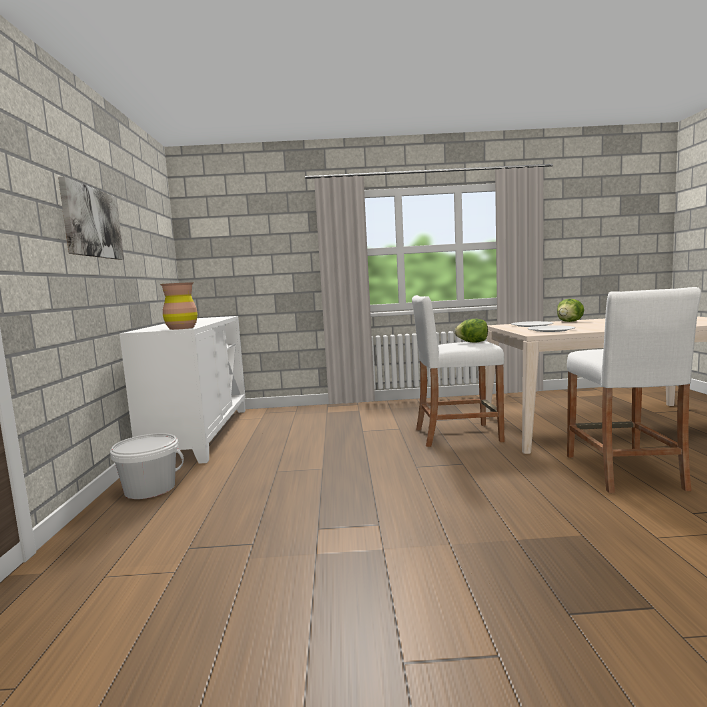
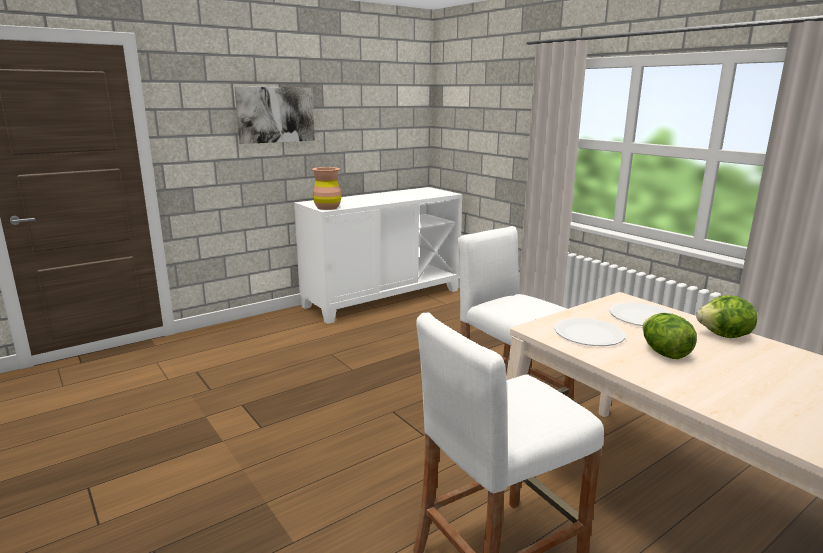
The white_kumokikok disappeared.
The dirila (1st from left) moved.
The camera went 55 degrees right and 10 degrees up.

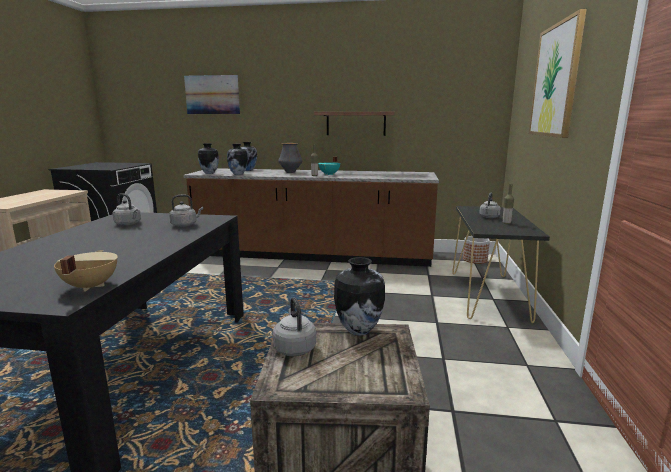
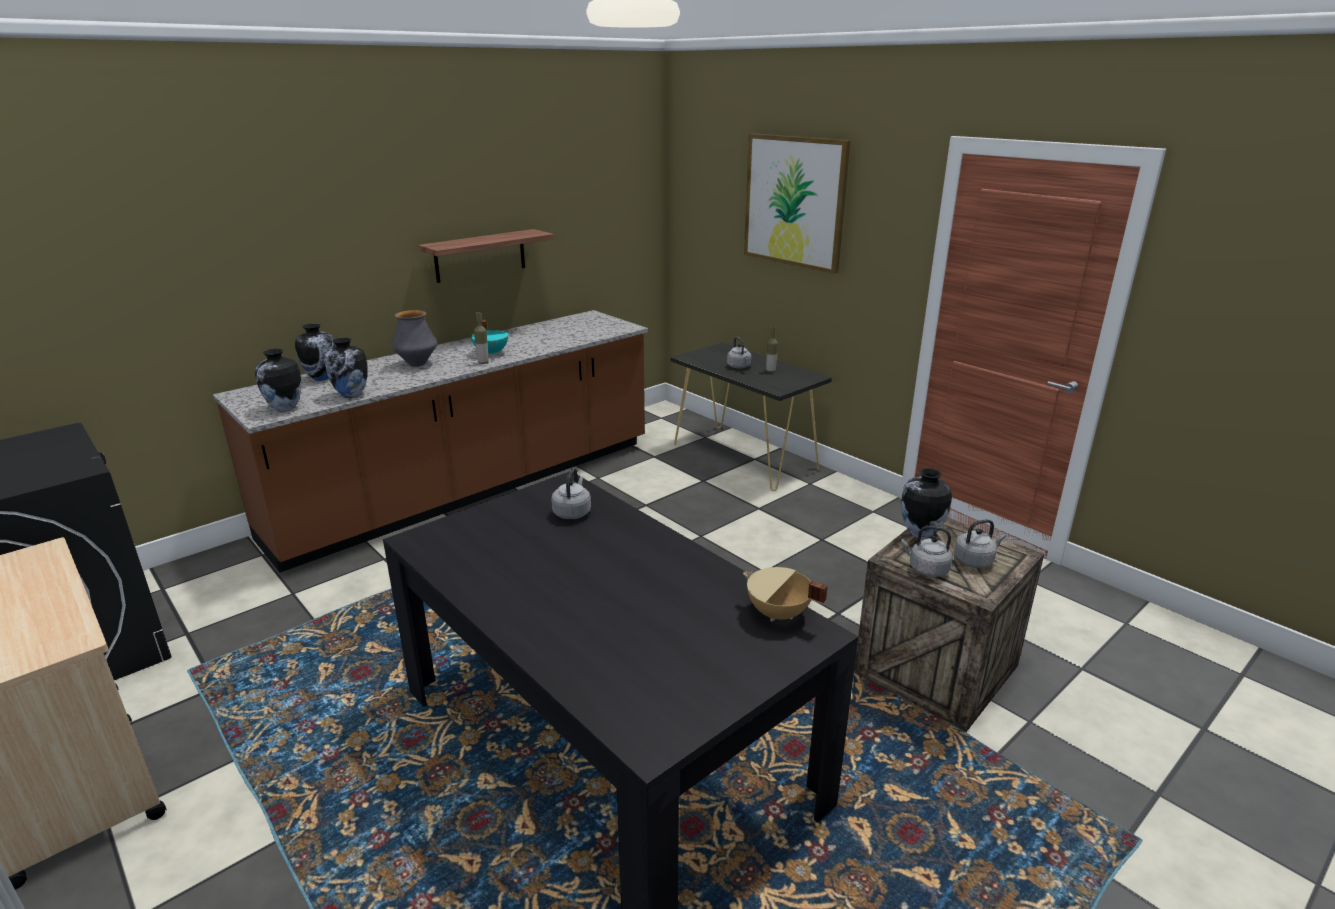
The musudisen (1st from left) disappeared.
The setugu disappeared.
The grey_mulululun (1st from left in the first image) moved.
The camera went 50 degrees left and 10 degrees up.

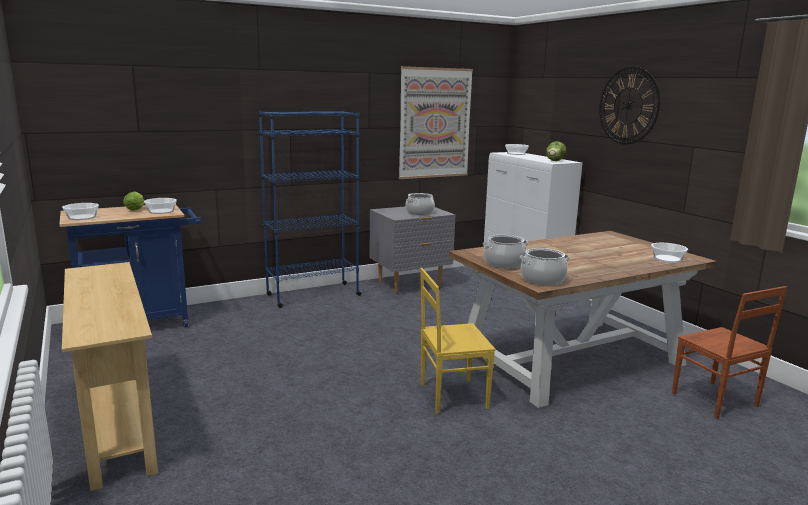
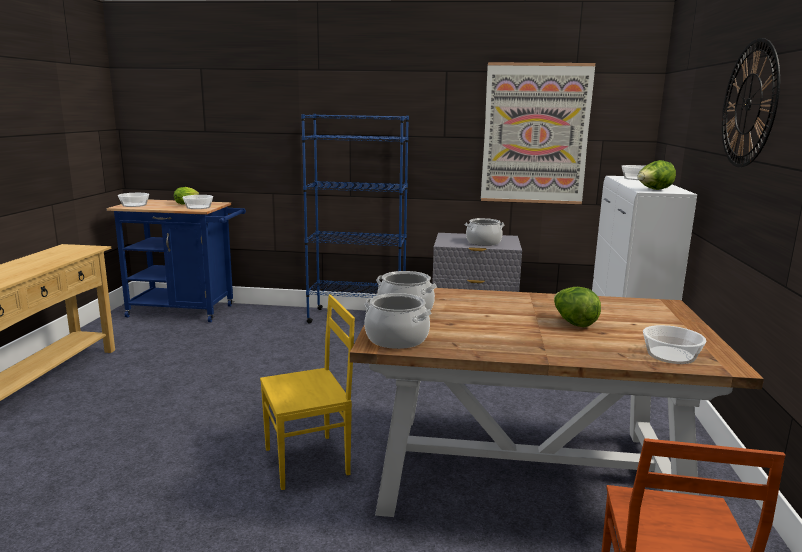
The dirila (2nd from left) appeared.
The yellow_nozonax turned 135 degrees clockwise.
The camera went 35 degrees right and 0 degrees up.

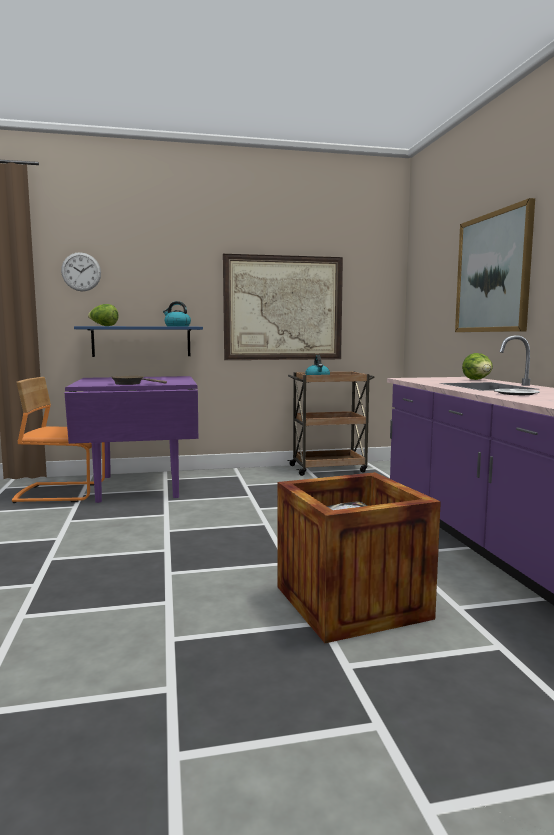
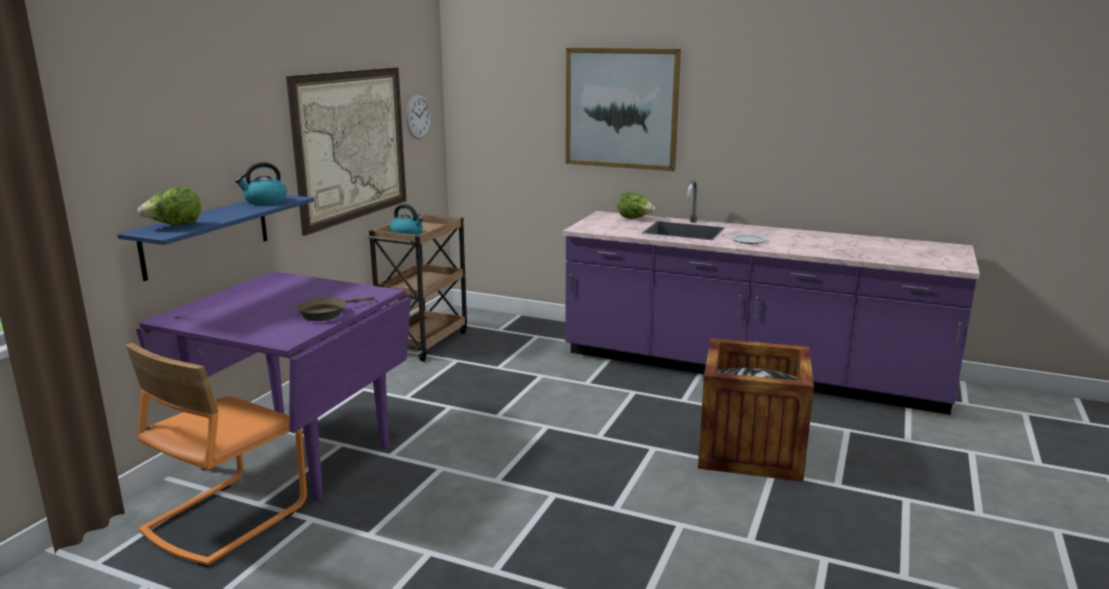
The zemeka moved.
The camera went 55 degrees left and 10 degrees up.

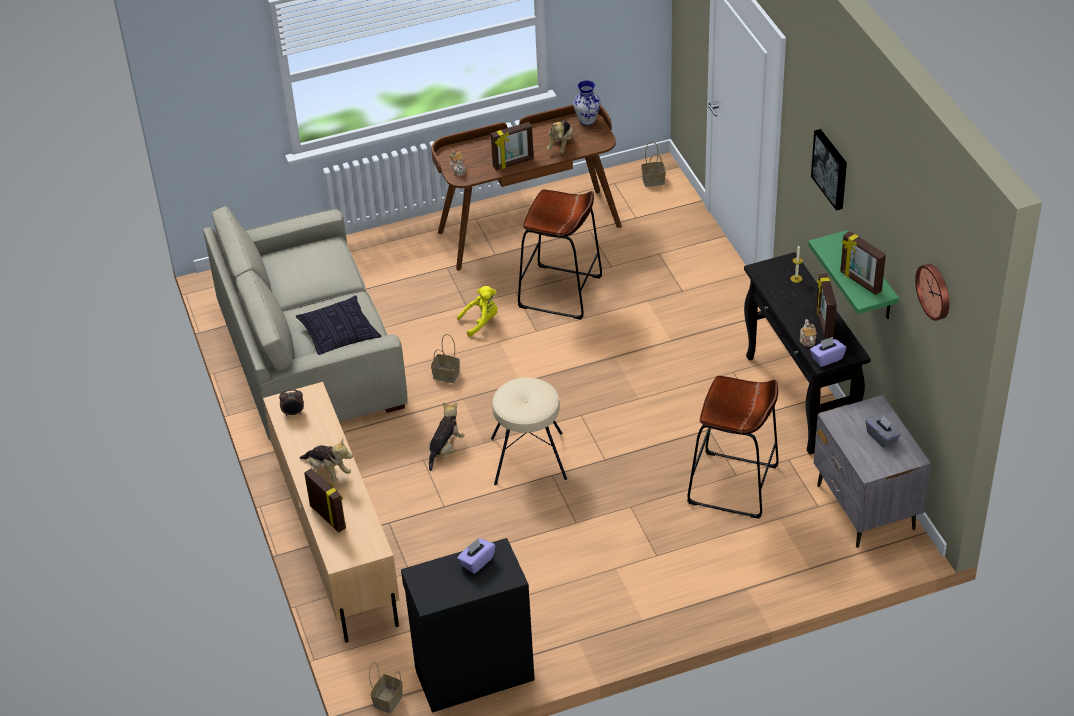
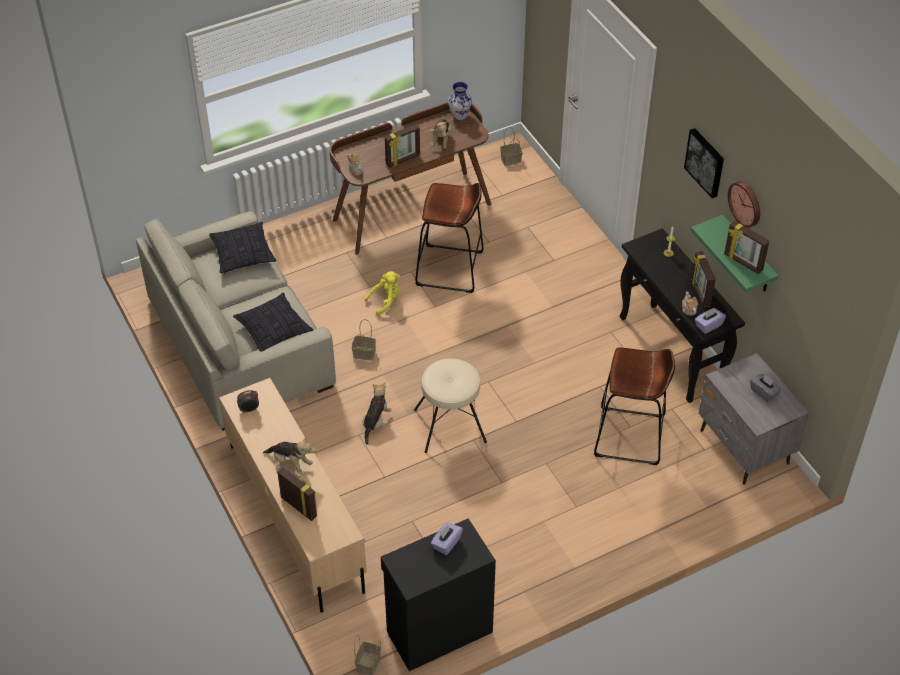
The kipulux (1st from left) appeared.
The zemeka moved.
The camera went 10 degrees left and 5 degrees up.

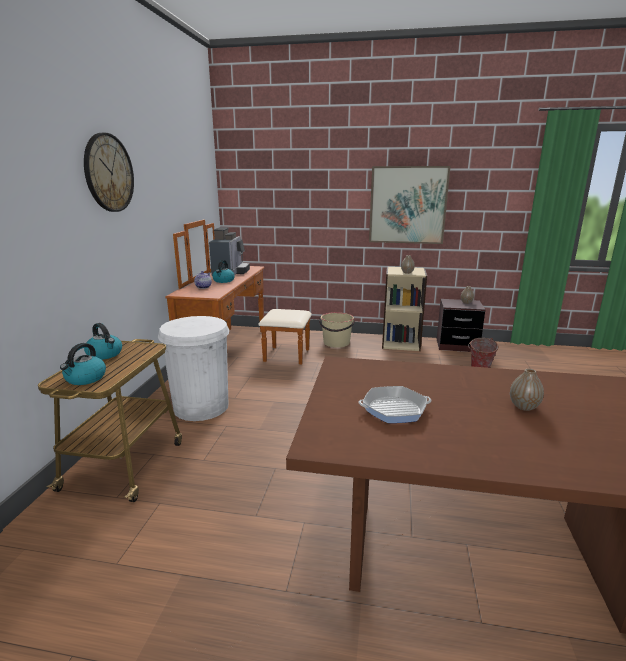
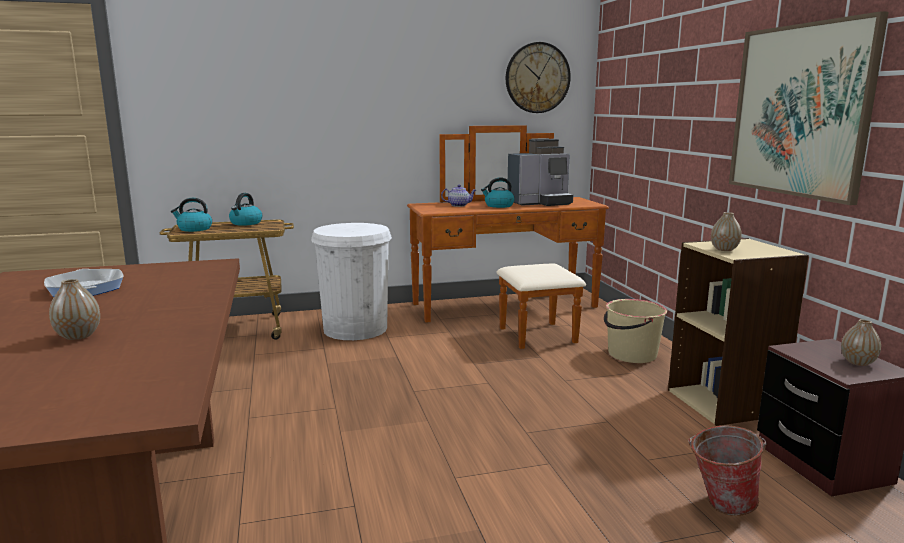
The zemeka moved.
The camera went 65 degrees right and 5 degrees down.

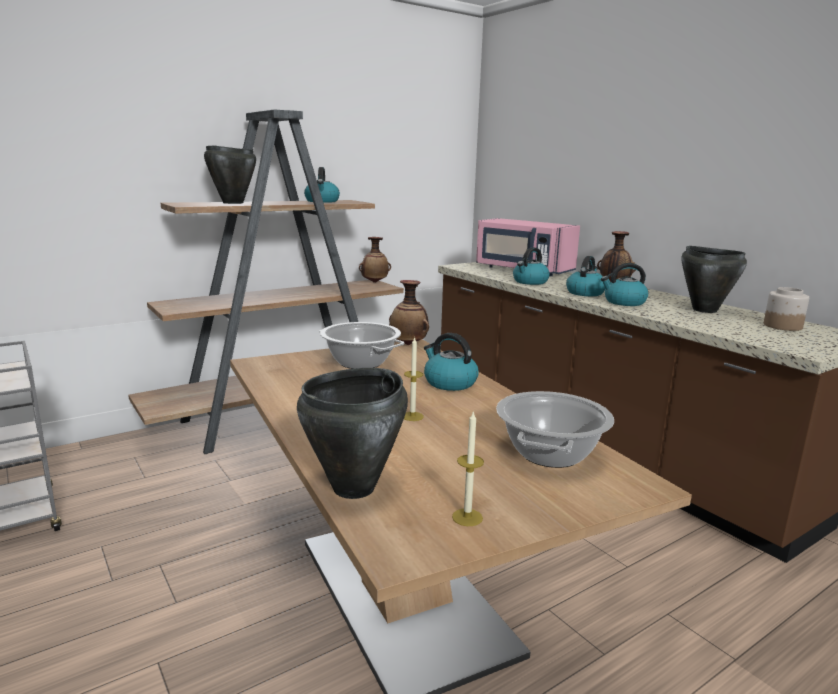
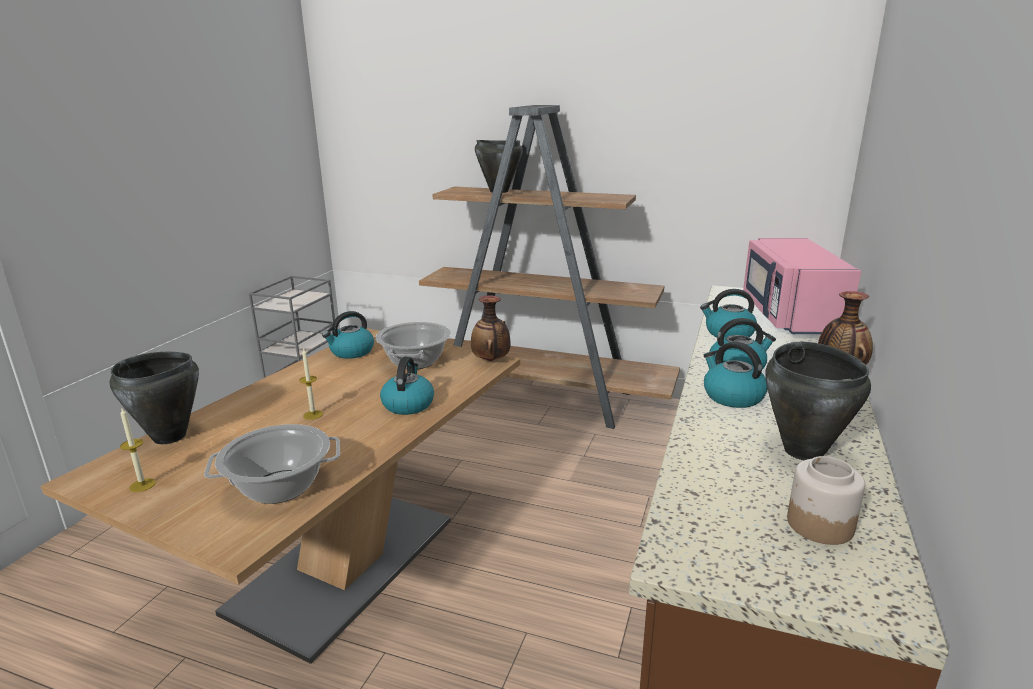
The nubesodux (1st from left) disappeared.
The mulululun (1st from left) moved.
The camera went 55 degrees right and 5 degrees up.

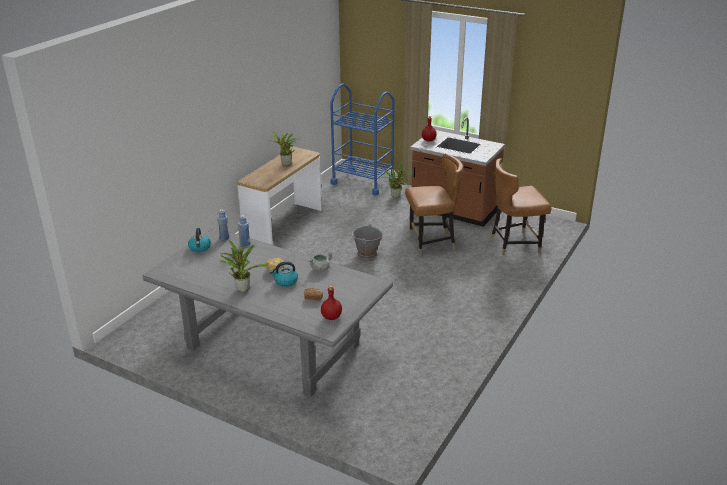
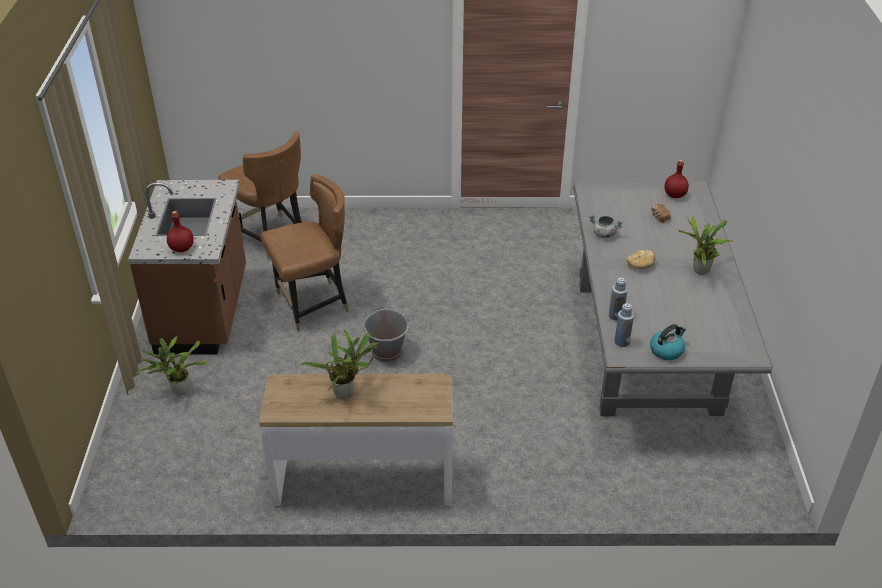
The mulululun (2nd from left) disappeared.
The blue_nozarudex disappeared.
The brown_nozonax (1st from left in the first image) turned 105 degrees clockwise.
The camera went 120 degrees left and 10 degrees up.

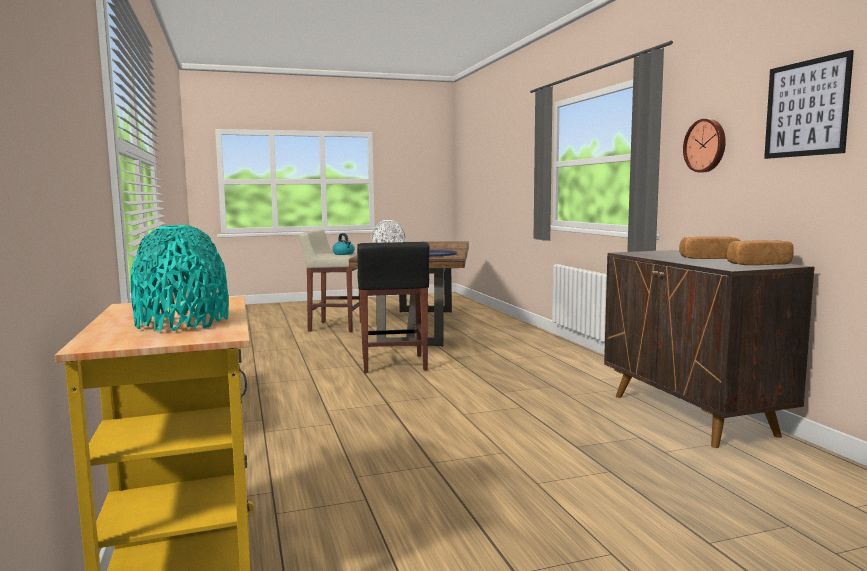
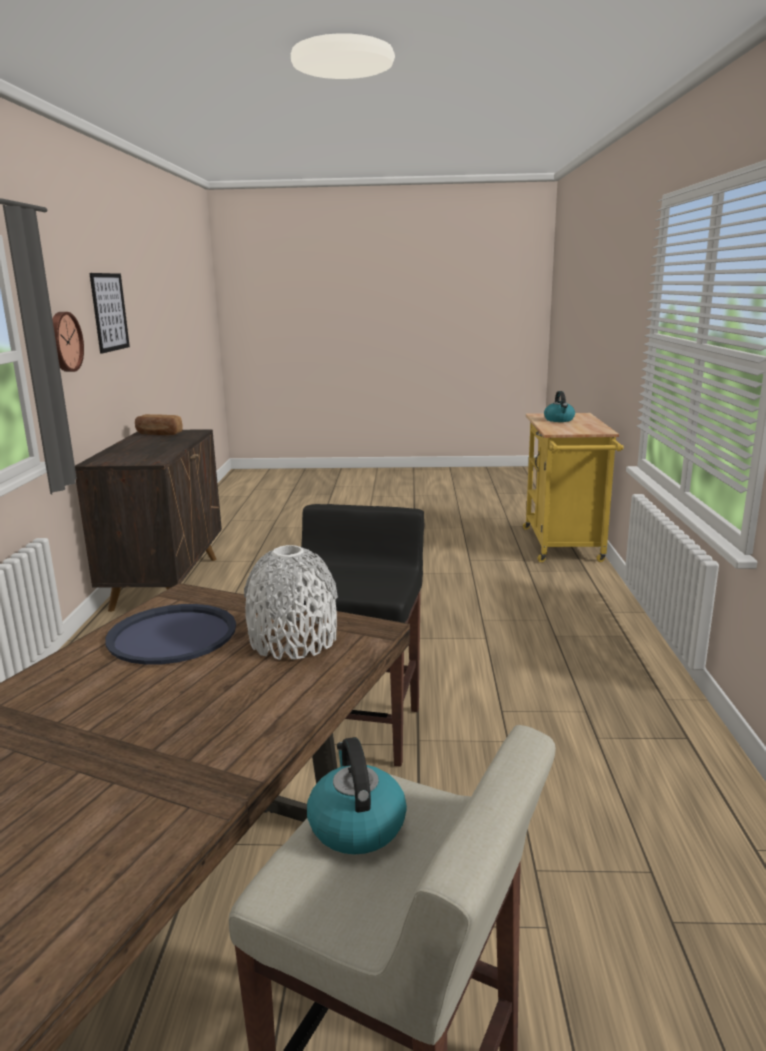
The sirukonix (1st from left) disappeared.
The turquoise_nubesodux was replaced by the mulululun (2nd from left).
The camera went 160 degrees left and 10 degrees up.

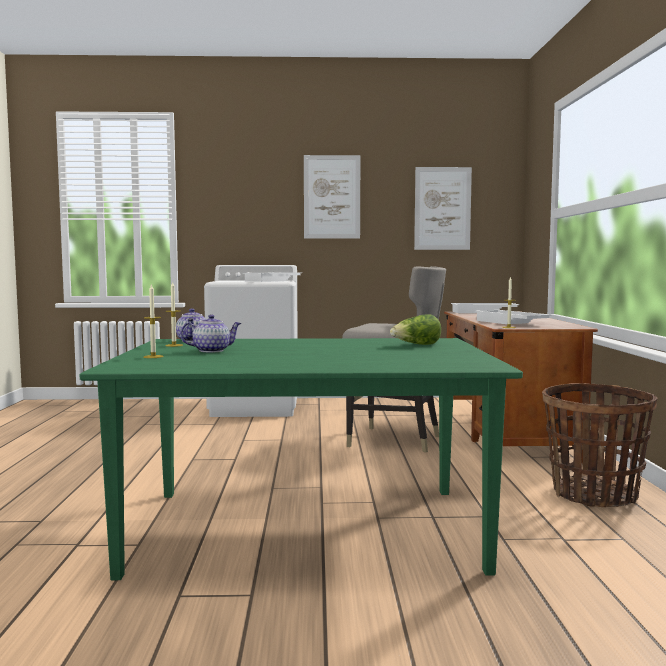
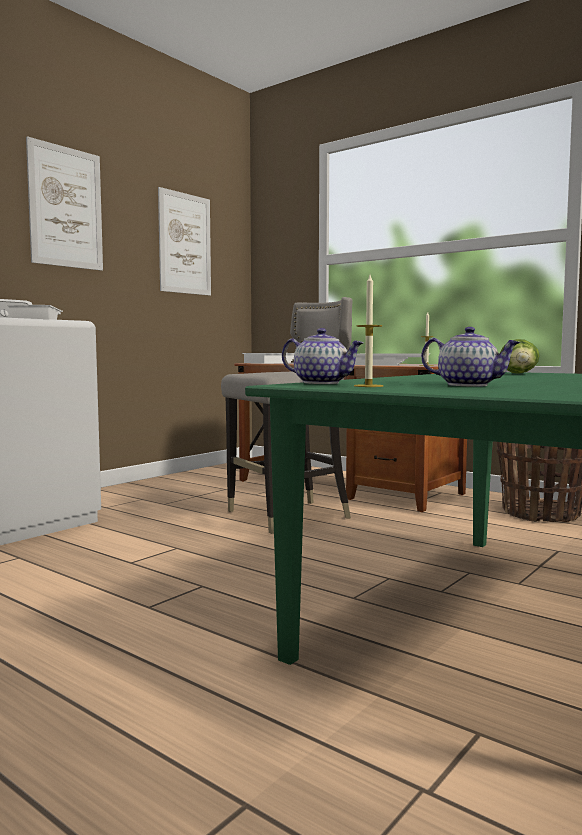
The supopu (1st from left) disappeared.
The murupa (2nd from left) turned 105 degrees clockwise.
The camera went 50 degrees left and 0 degrees up.

